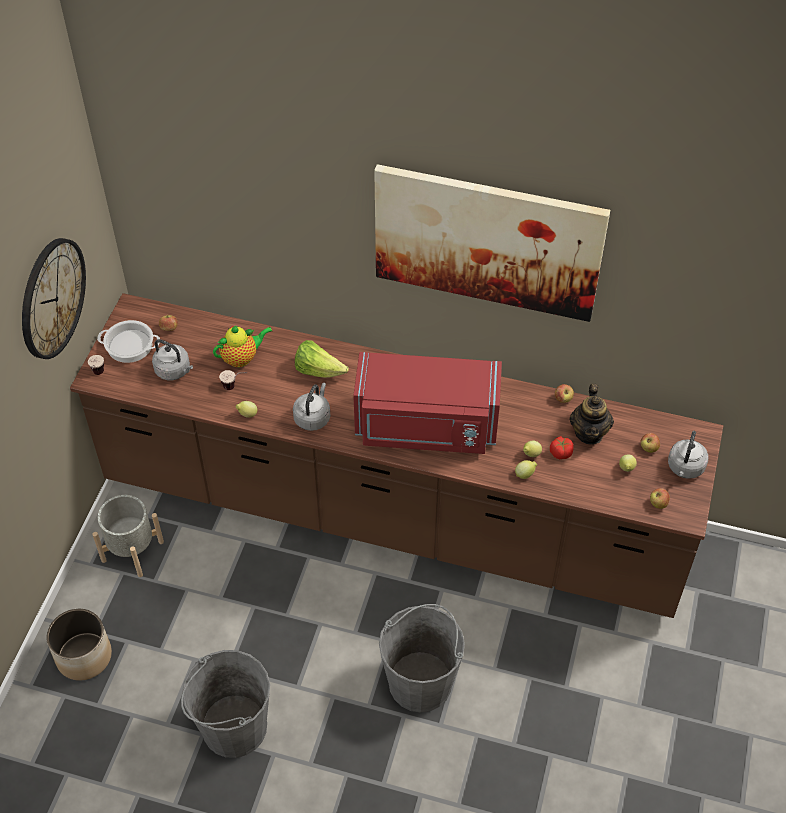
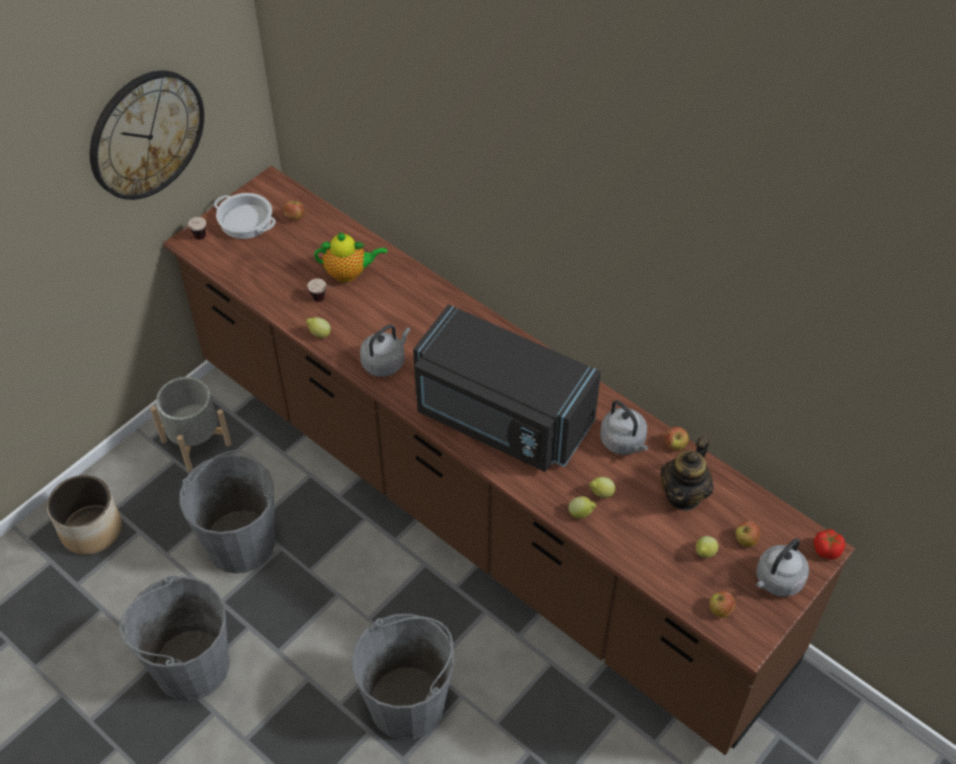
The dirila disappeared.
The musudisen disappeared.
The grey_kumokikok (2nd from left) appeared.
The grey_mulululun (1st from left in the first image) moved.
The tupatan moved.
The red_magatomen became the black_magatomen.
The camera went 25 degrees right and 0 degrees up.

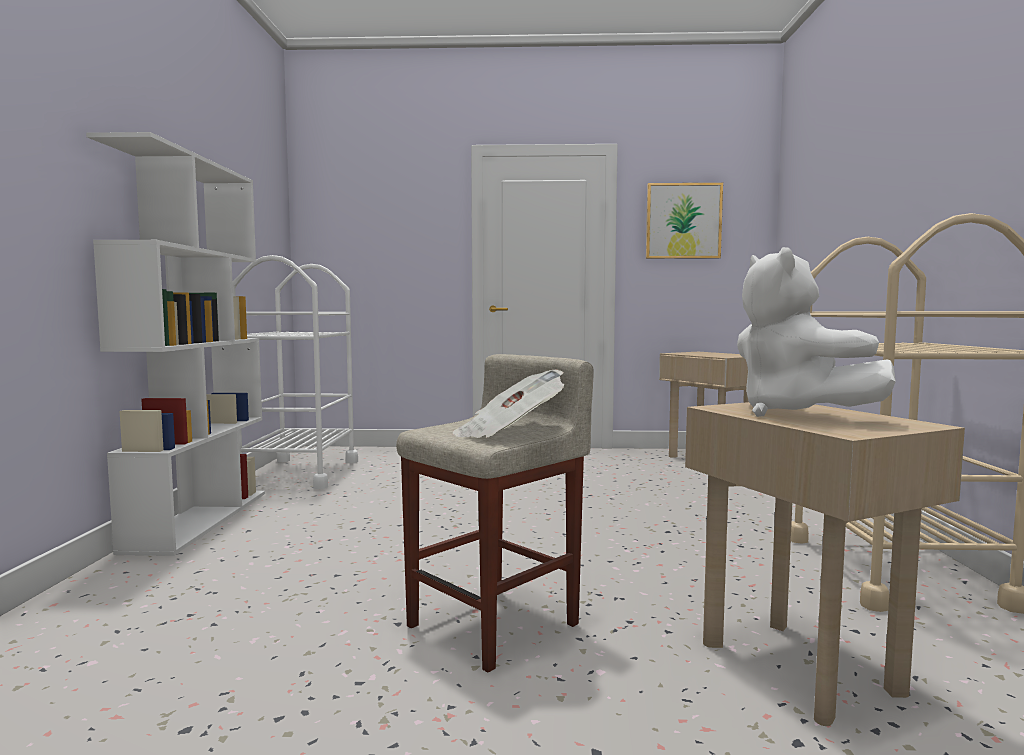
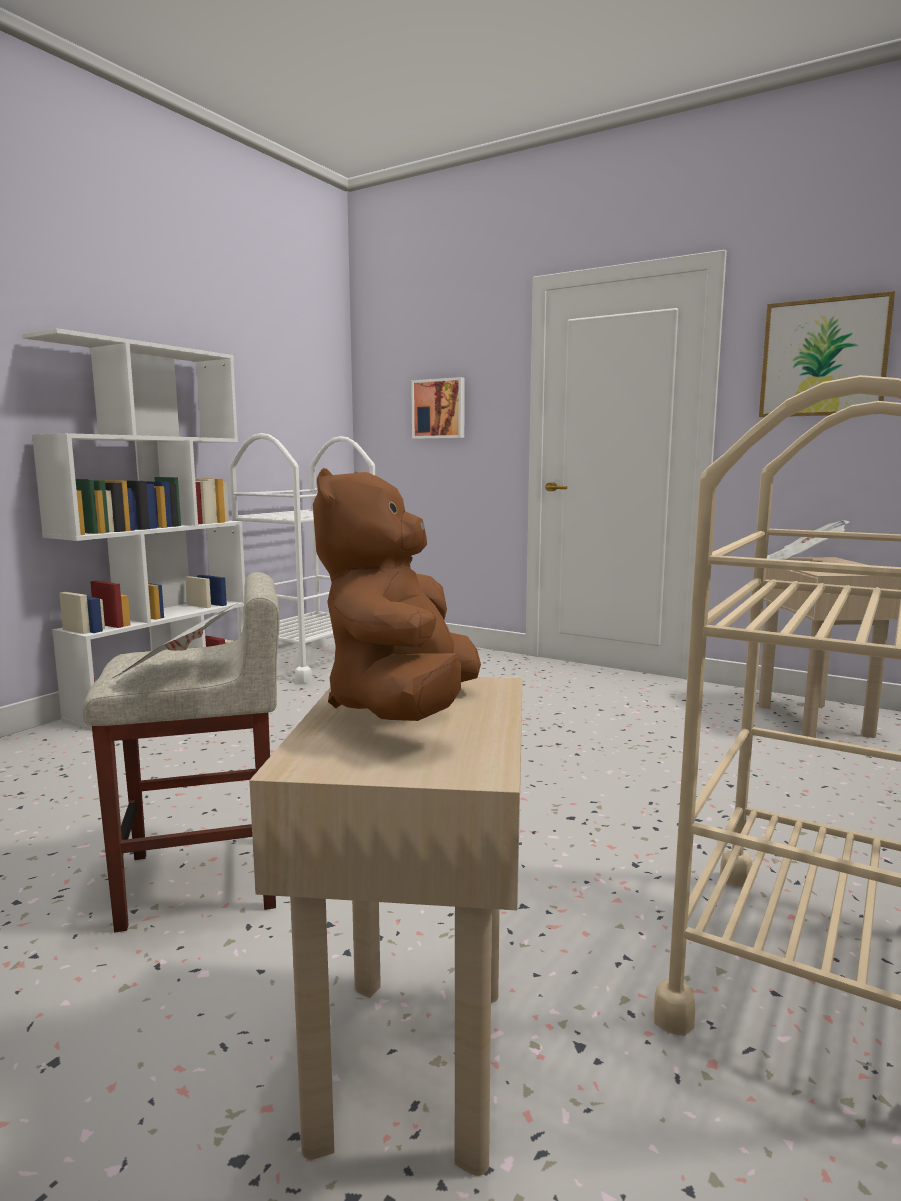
The musudisen (1st from left) appeared.
The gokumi (2nd from left) appeared.
The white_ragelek became the brown_ragelek.
The camera went 30 degrees right and 5 degrees up.

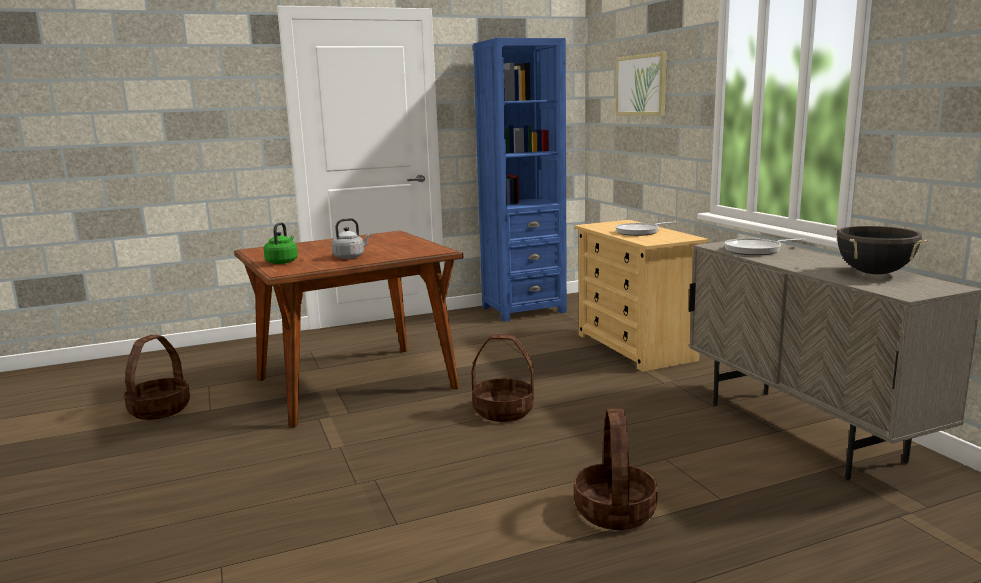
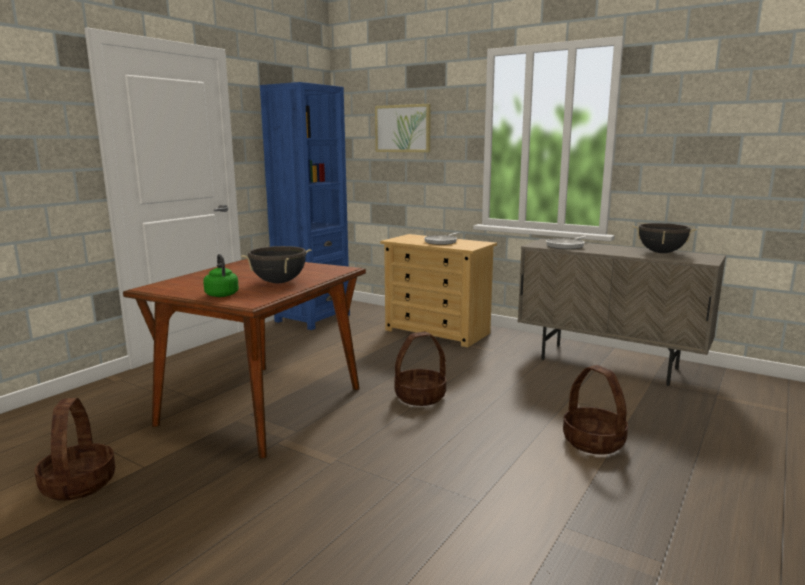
The grey_mulululun was replaced by the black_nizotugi (1st from left).
The camera went 35 degrees left and 0 degrees up.

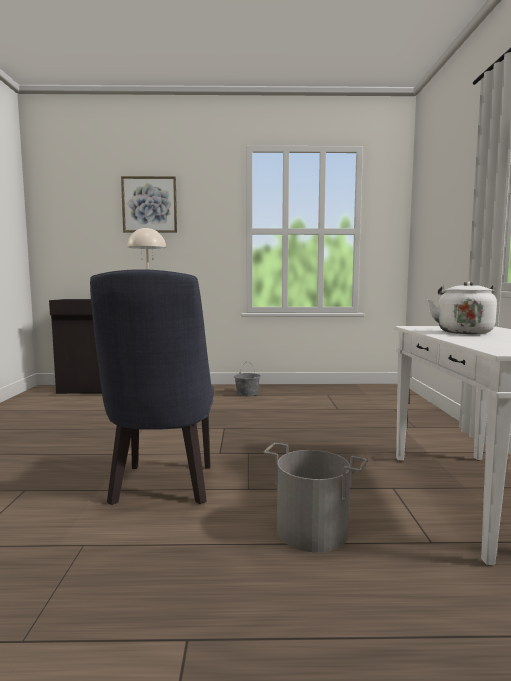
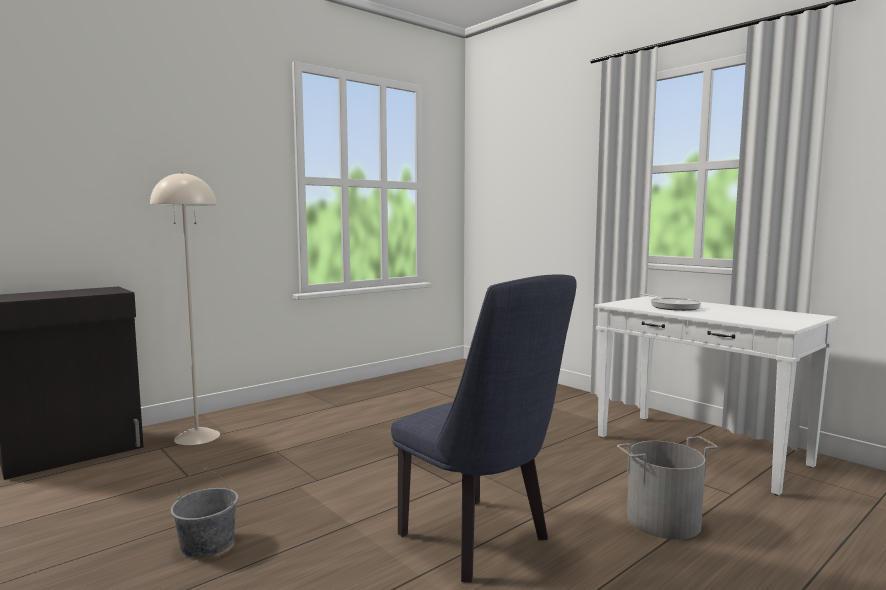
The musudisen disappeared.
The grey_kumokikok (1st from left) moved.
The white_mulululun was replaced by the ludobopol.
The camera went 40 degrees left and 0 degrees up.

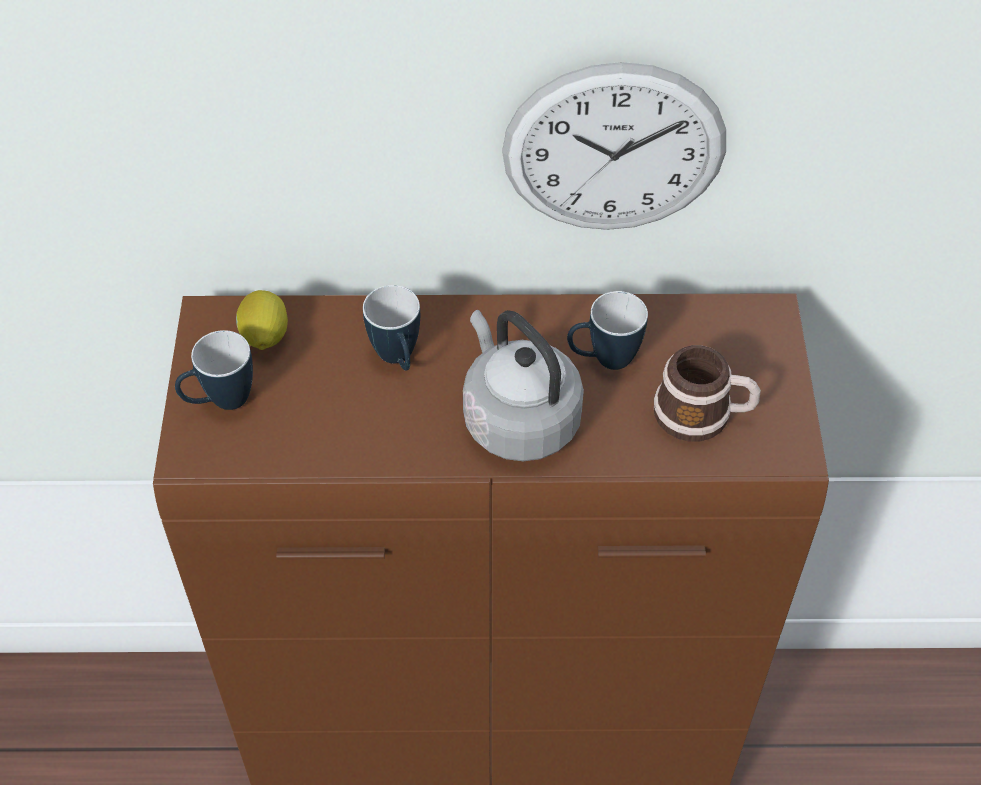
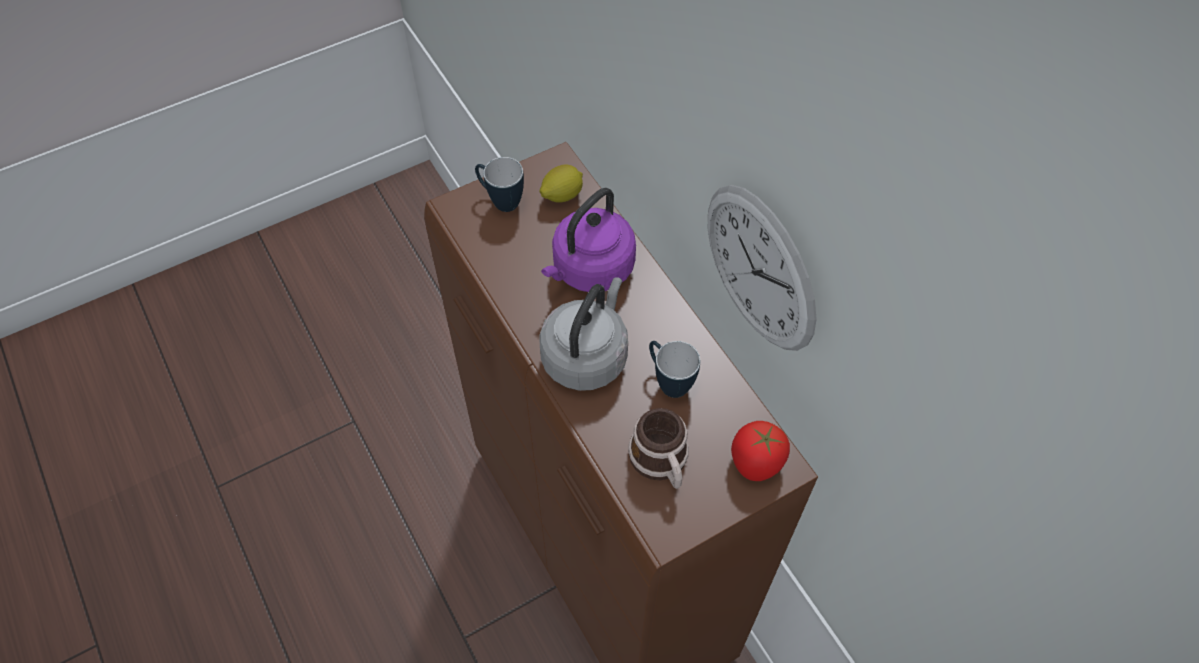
The tupatan appeared.
The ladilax (2nd from left) was replaced by the purple_mulululun.
The camera went 60 degrees right and 5 degrees up.

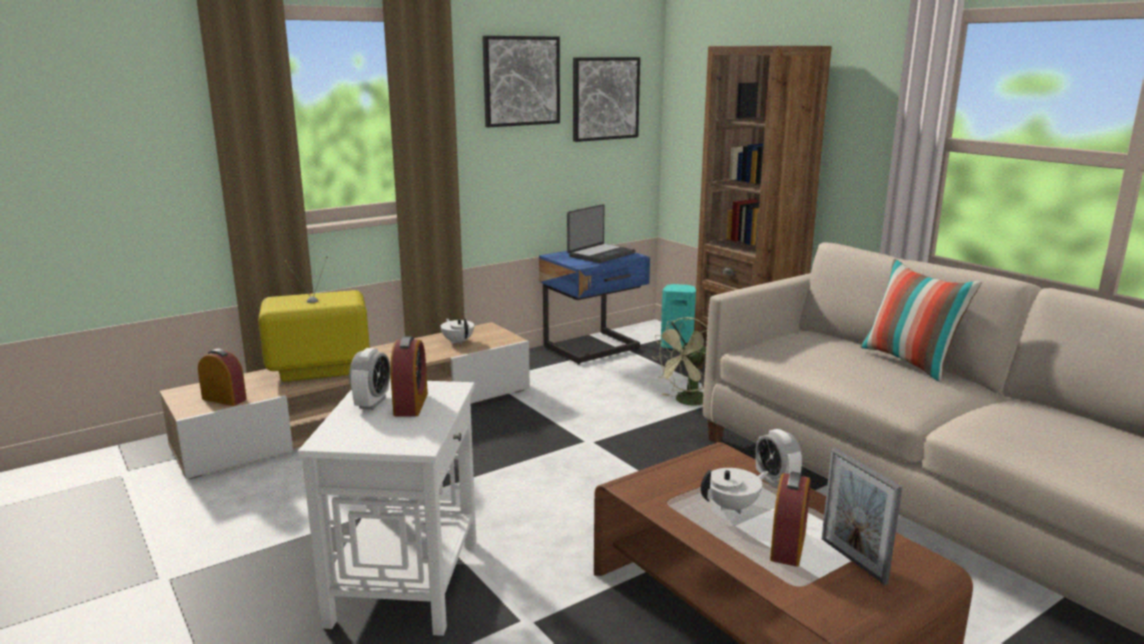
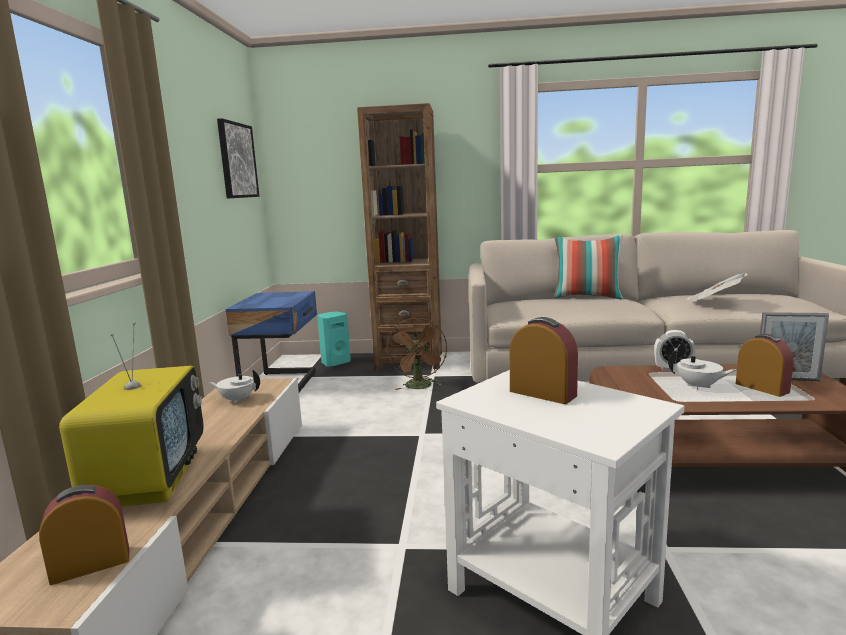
The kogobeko (2nd from left) disappeared.
The musudisen (1st from left) disappeared.
The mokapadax disappeared.
The gokumi appeared.
The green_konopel became the brown_konopel.
The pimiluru turned 150 degrees clockwise.
The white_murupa (2nd from left) turned 105 degrees clockwise.
The camera went 50 degrees left and 5 degrees down.

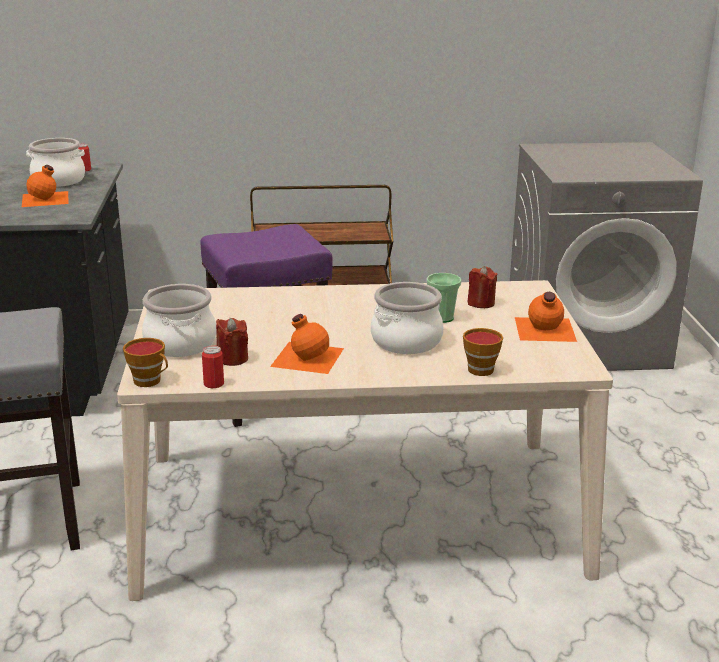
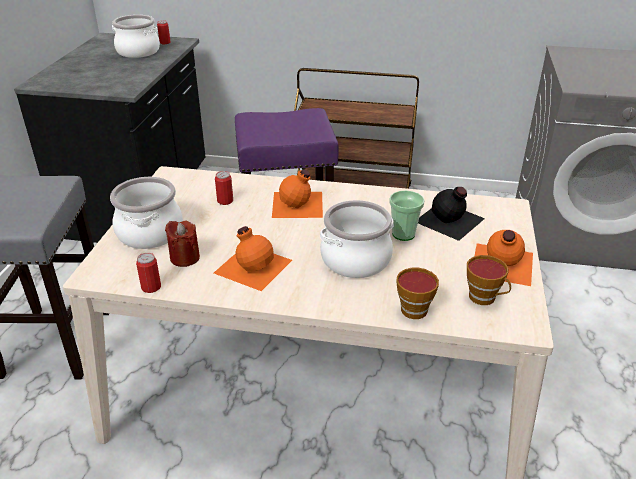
The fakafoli (3rd from left) appeared.
The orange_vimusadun (1st from left in the first image) moved.
The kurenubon (1st from left in the first image) moved.
The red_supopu (2nd from left) was replaced by the black_vimusadun.
The camera went 15 degrees right and 10 degrees up.

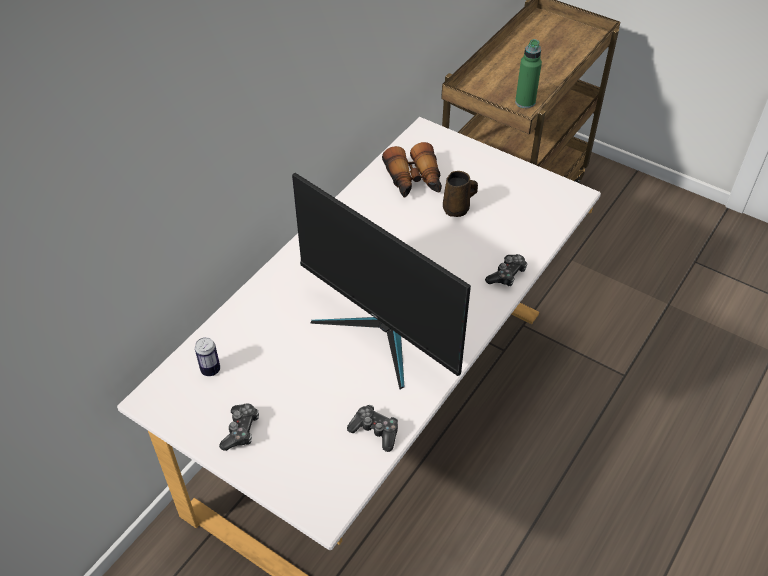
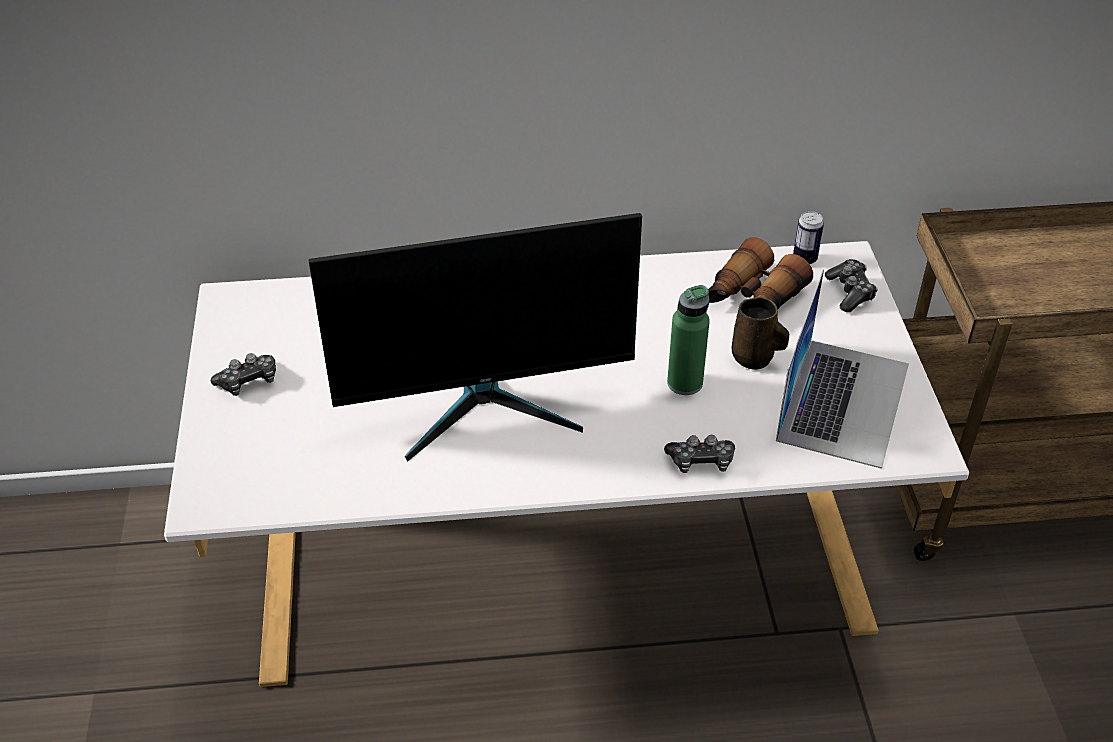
The mokapadax appeared.
The fakafoli moved.
The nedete (2nd from left in the first image) moved.
The green_vimusadun moved.
The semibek turned 105 degrees counterclockwise.
The camera went 50 degrees right and 5 degrees down.

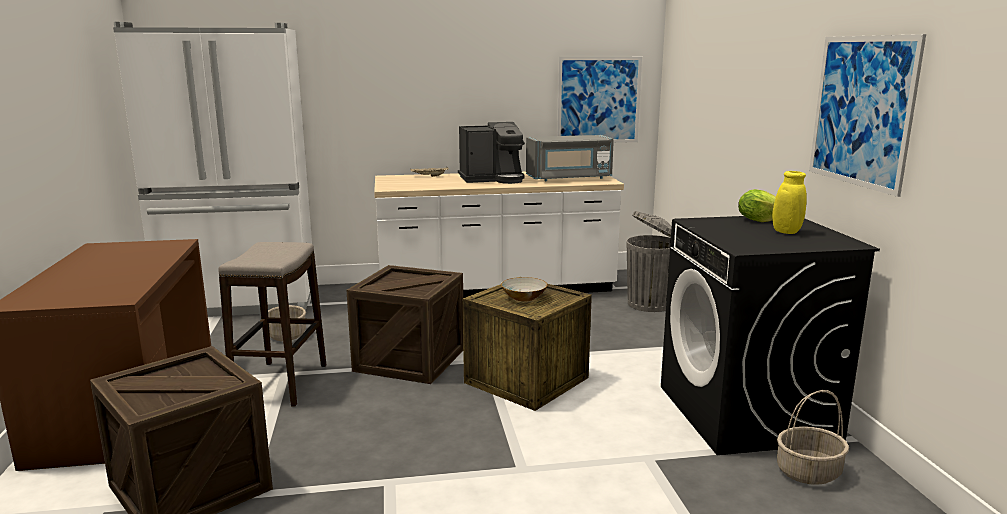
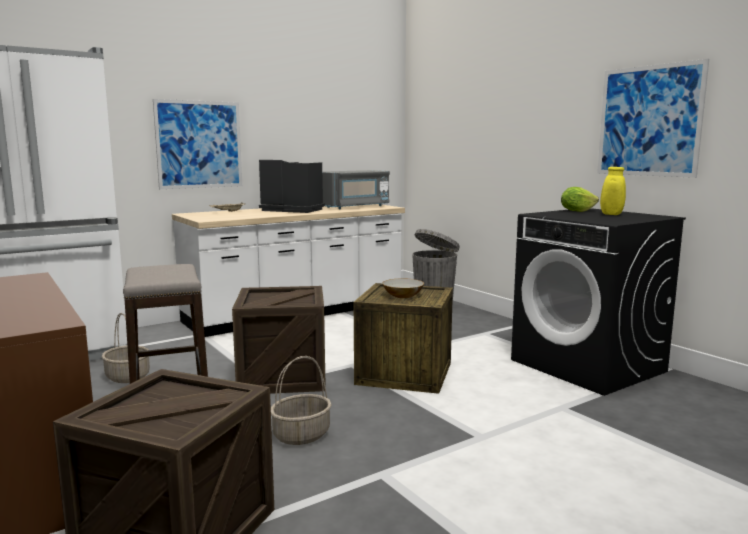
The musudisen (1st from left) moved.
The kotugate (2nd from left) moved.
The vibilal turned 120 degrees counterclockwise.
The camera went 25 degrees left and 5 degrees down.

